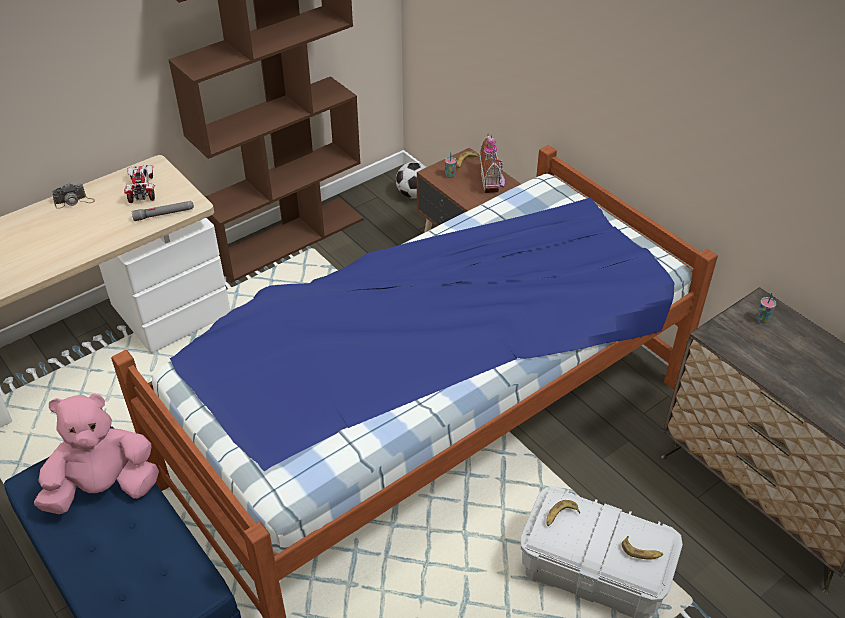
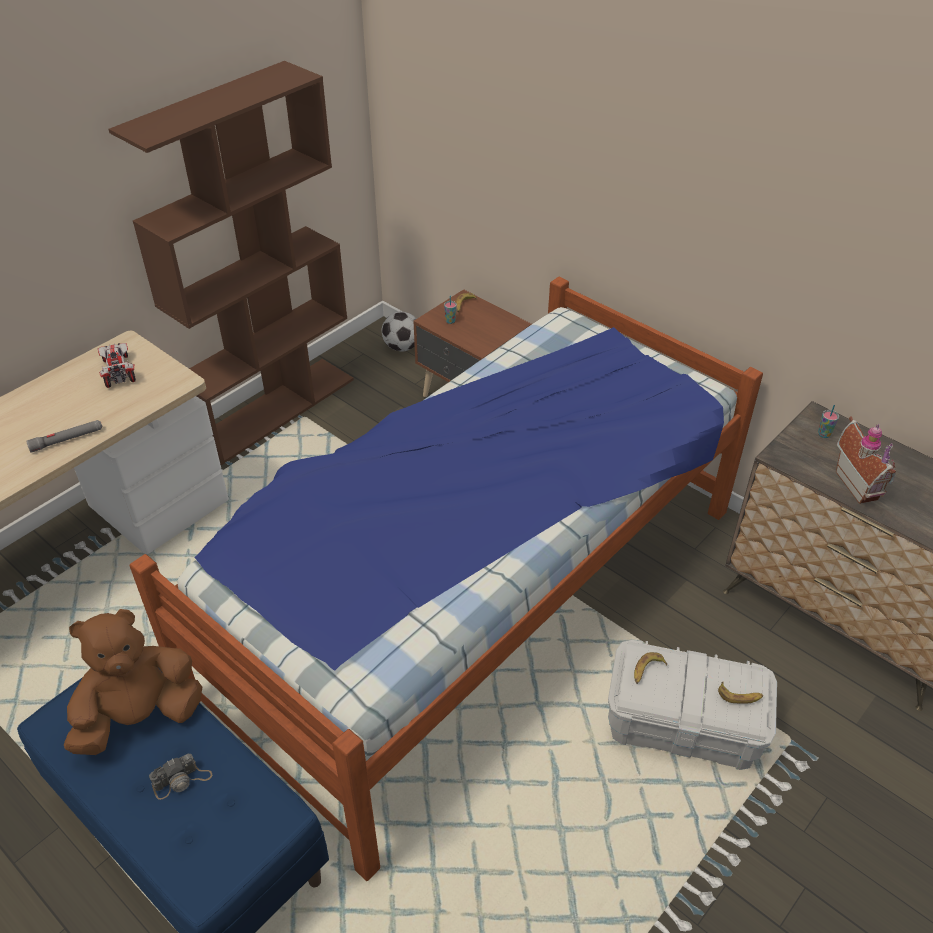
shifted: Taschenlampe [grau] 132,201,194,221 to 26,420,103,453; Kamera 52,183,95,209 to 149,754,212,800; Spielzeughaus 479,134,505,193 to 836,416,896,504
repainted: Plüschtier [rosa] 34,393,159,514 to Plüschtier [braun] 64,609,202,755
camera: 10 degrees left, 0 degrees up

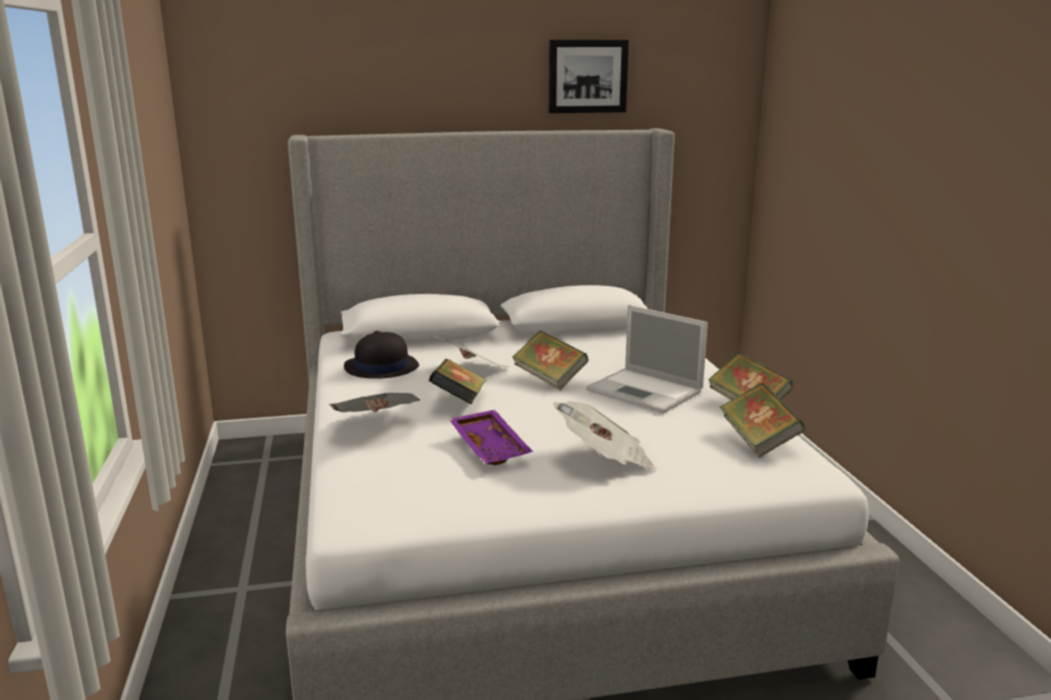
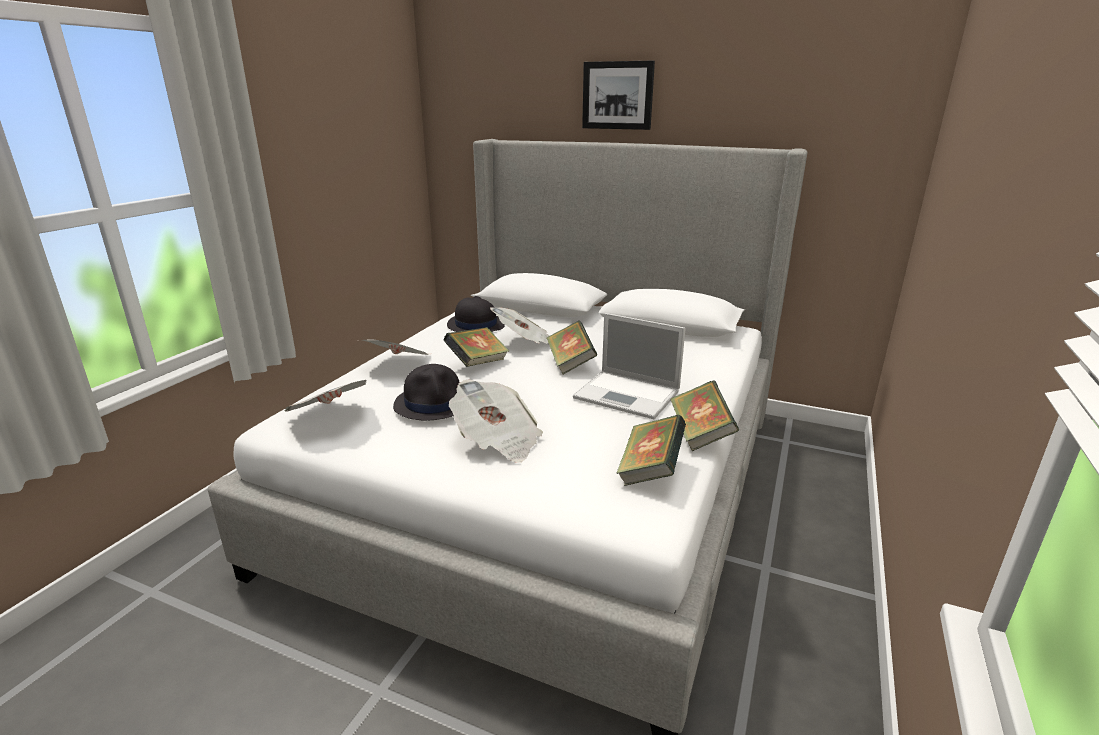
new: Zeitung 284,380,366,412
shifted: Bild 549,40,629,113 to 582,61,655,130
swapped: Tablett [lila] 449,410,533,465 to Hut [schwarz] 393,364,460,420
rotated: Laptop 586,305,708,413 = 573,313,686,419 45 degrees counterclockwise
camera: 35 degrees right, 5 degrees up

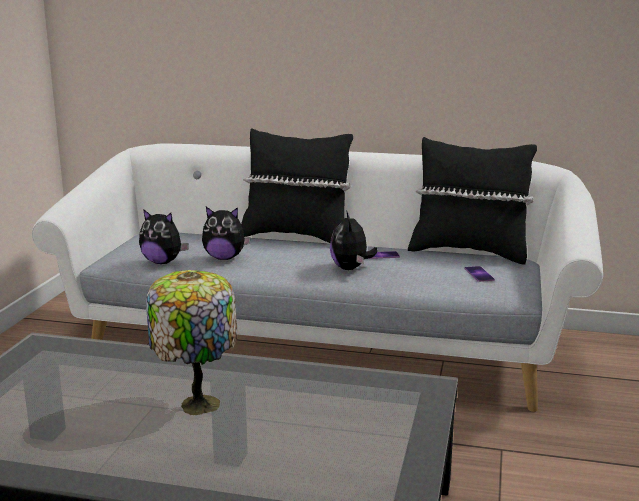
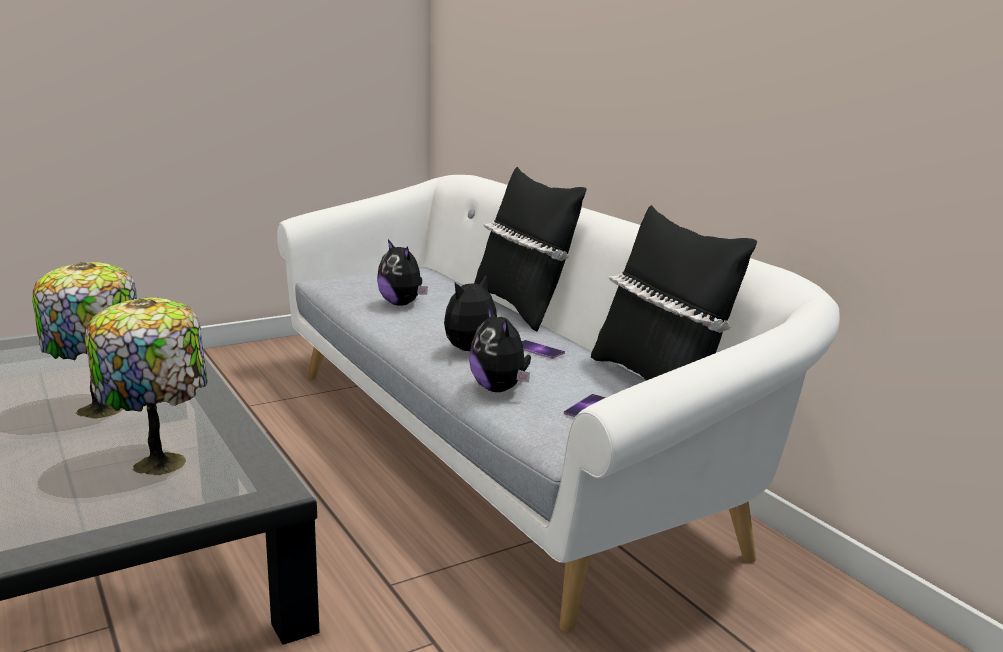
new: Tischlampe 85,297,207,476
shifted: Plüschtier 139,209,189,264 to 469,305,531,392
camera: 45 degrees right, 0 degrees up

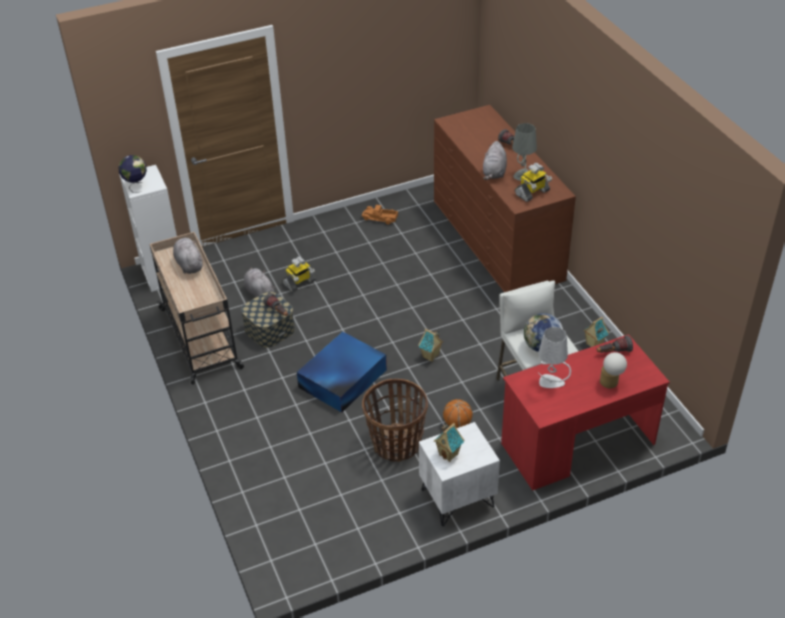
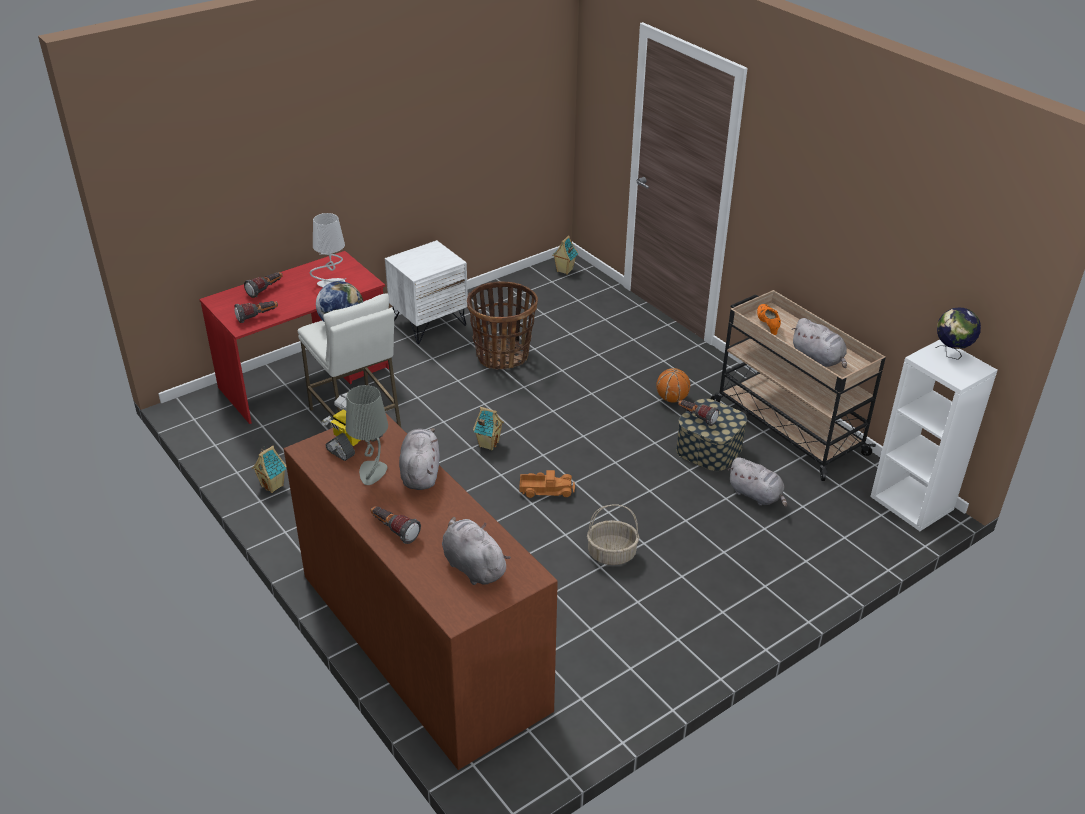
gone: Spielzeugroboter 282,256,316,292; Aufbewahrungsbox [blau] 297,332,387,412
new: Plüschtier [grau] 442,517,511,585; Korb 587,504,639,565; Schuh [orange] 757,304,781,335
shifted: Spielzeuglaster 362,205,398,225 to 519,470,575,498; Spielzeughaus 434,423,464,462 to 552,236,578,275; Basketball 443,399,473,428 to 656,368,690,402
swapped: Tischlampe 600,352,627,388 to Taschenlampe 244,272,283,298
camera: 165 degrees right, 5 degrees down

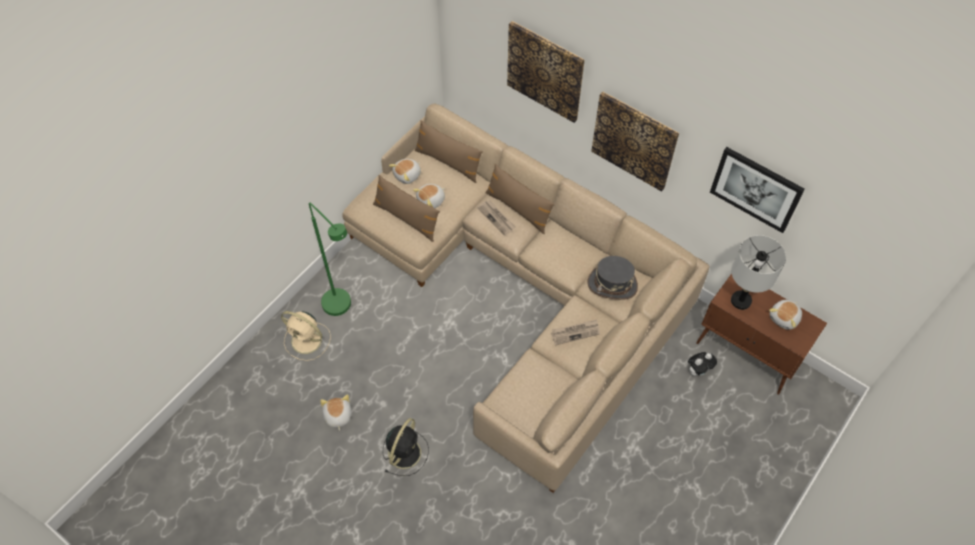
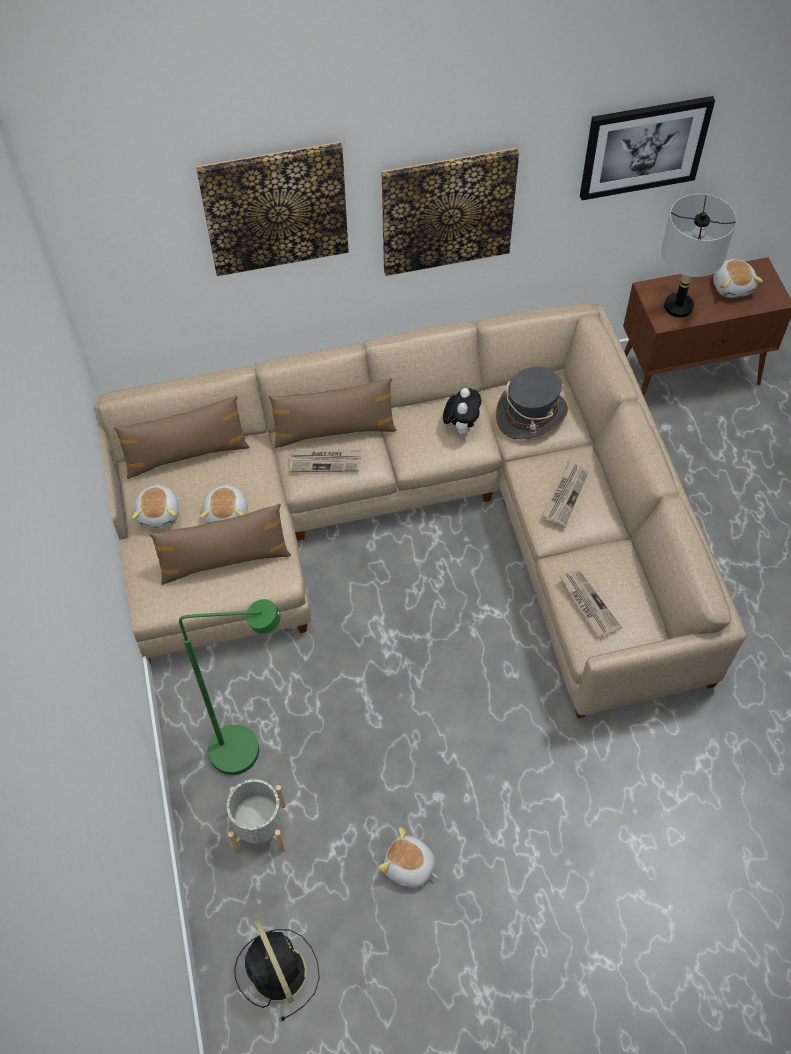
new: Zeitung 559,570,622,638
shifted: Ventilator [schwarz] 383,418,429,476 to 234,919,320,1022; Plüschtier 688,352,717,376 to 443,388,481,435
swapped: Ventilator [beige] 281,311,331,361 to Pflanzkübel [grau] 227,779,286,854
camera: 50 degrees left, 0 degrees up

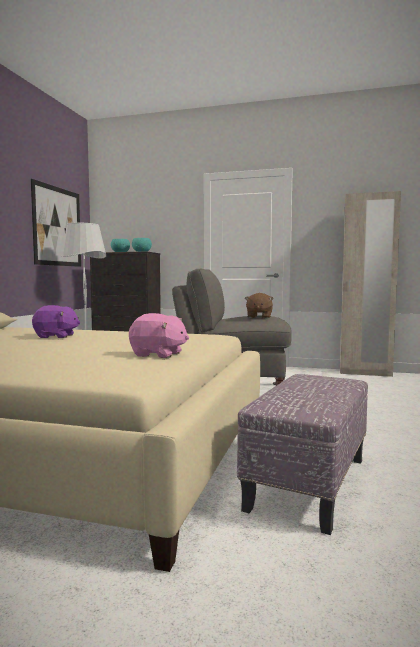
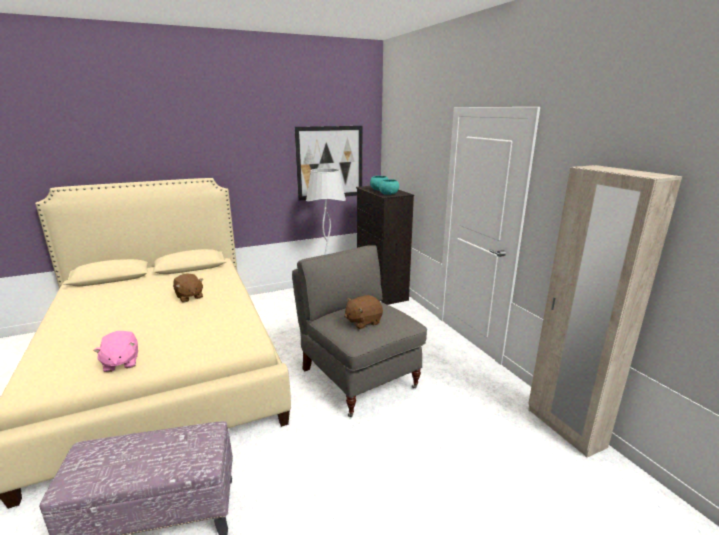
repainted: Plüschtier [lila] 32,305,81,338 to Plüschtier [braun] 173,274,204,302
camera: 50 degrees right, 15 degrees up

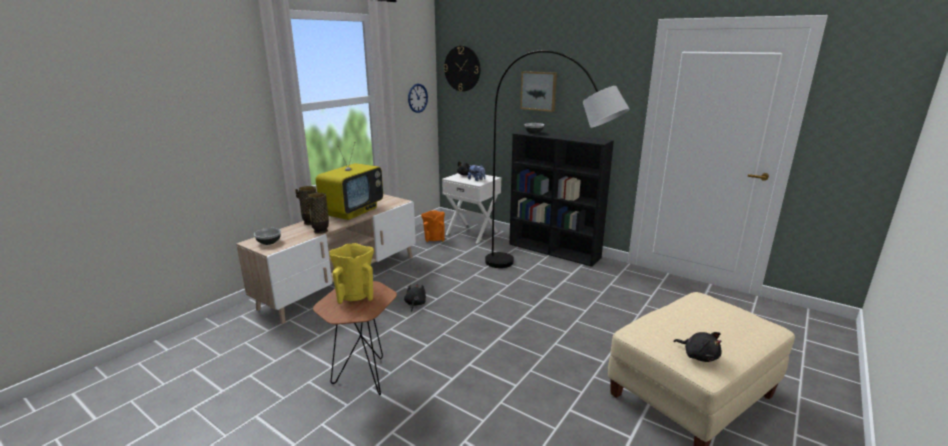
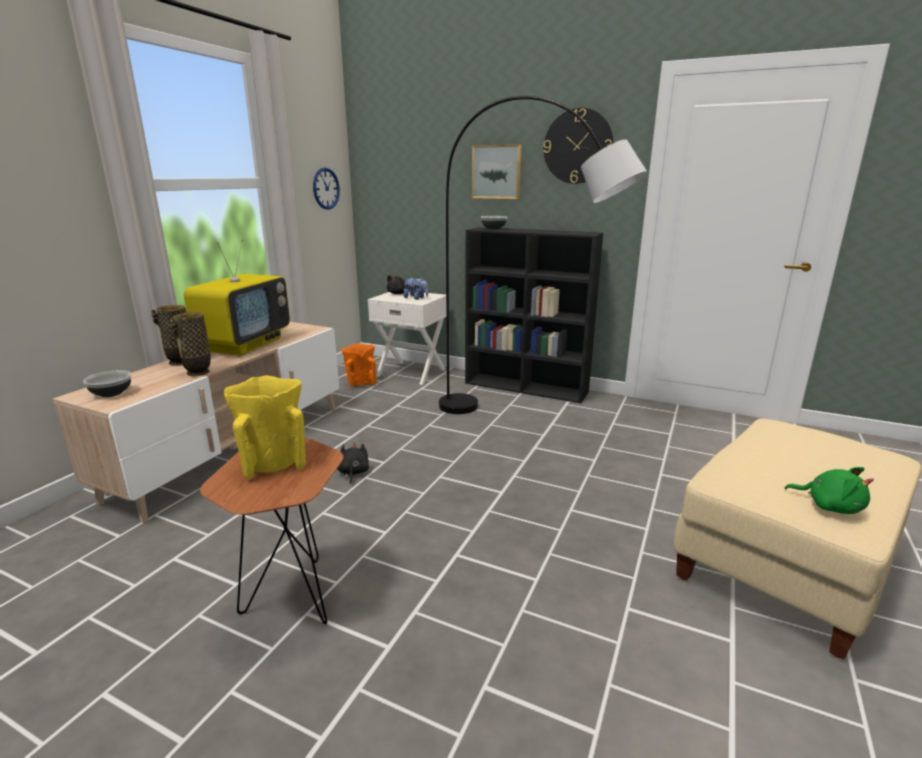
shifted: Wanduhr 444,46,480,92 to 543,108,614,184
repainted: Plüschtier [schwarz] 673,332,722,362 to Plüschtier [grün] 784,467,874,514
camera: 10 degrees left, 0 degrees up

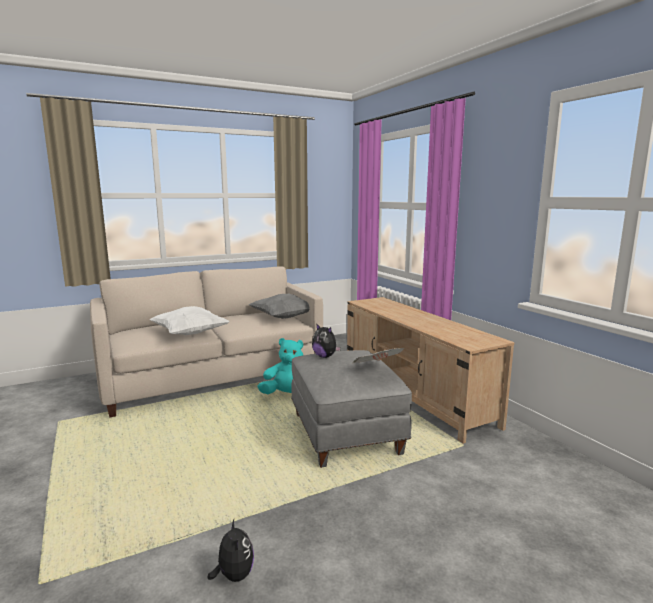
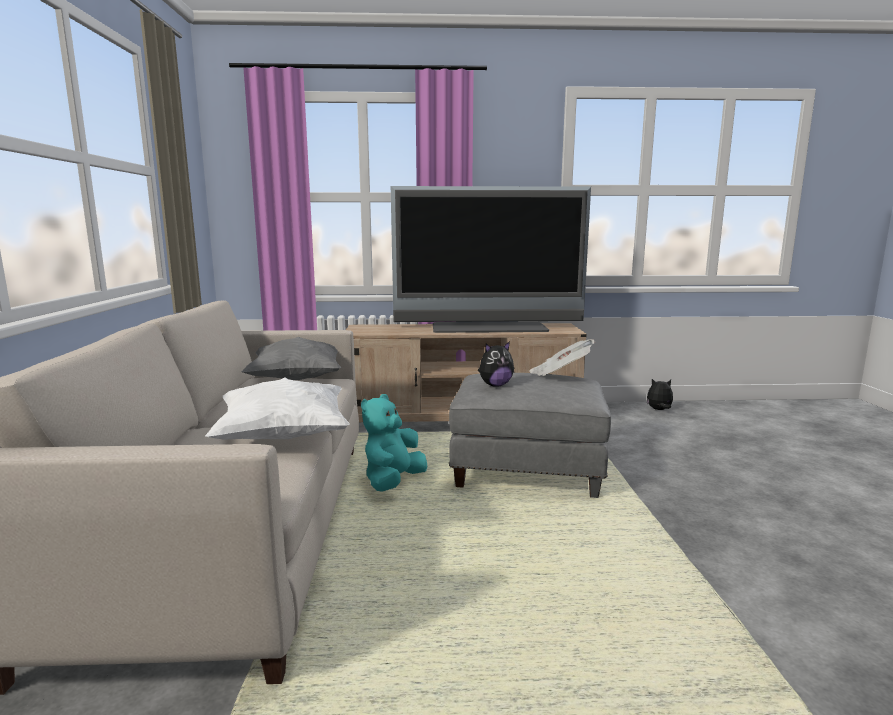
new: Fernseher 391,186,591,333
shifted: Plüschtier 208,519,254,582 to 647,379,673,410
camera: 65 degrees left, 0 degrees up

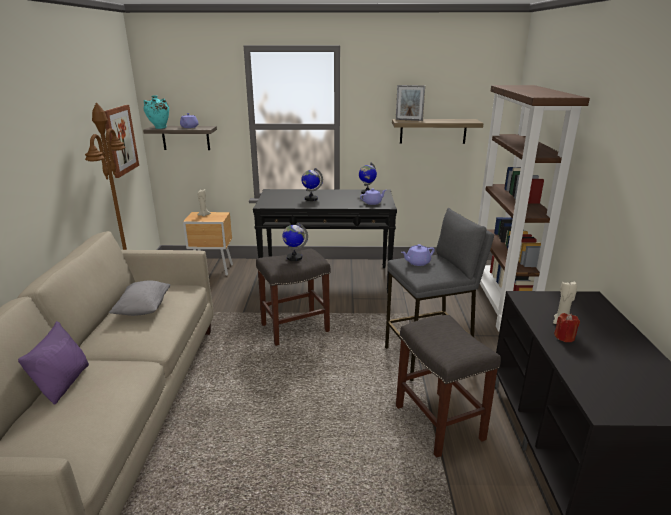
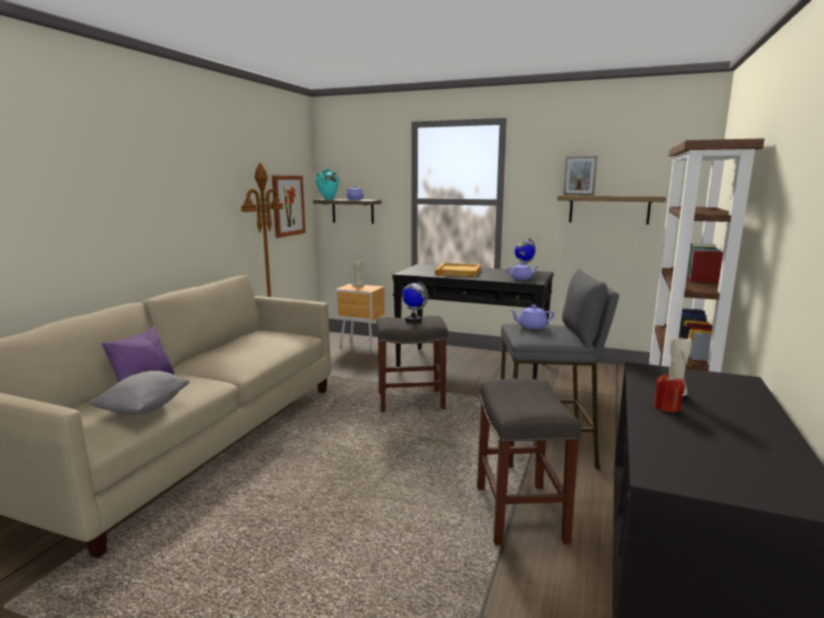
shifted: Kissen [grau] 109,280,170,316 to 88,371,190,415
swapped: Globus 301,168,323,201 to Tablett [beige] 435,263,481,277
camera: 20 degrees right, 10 degrees down

